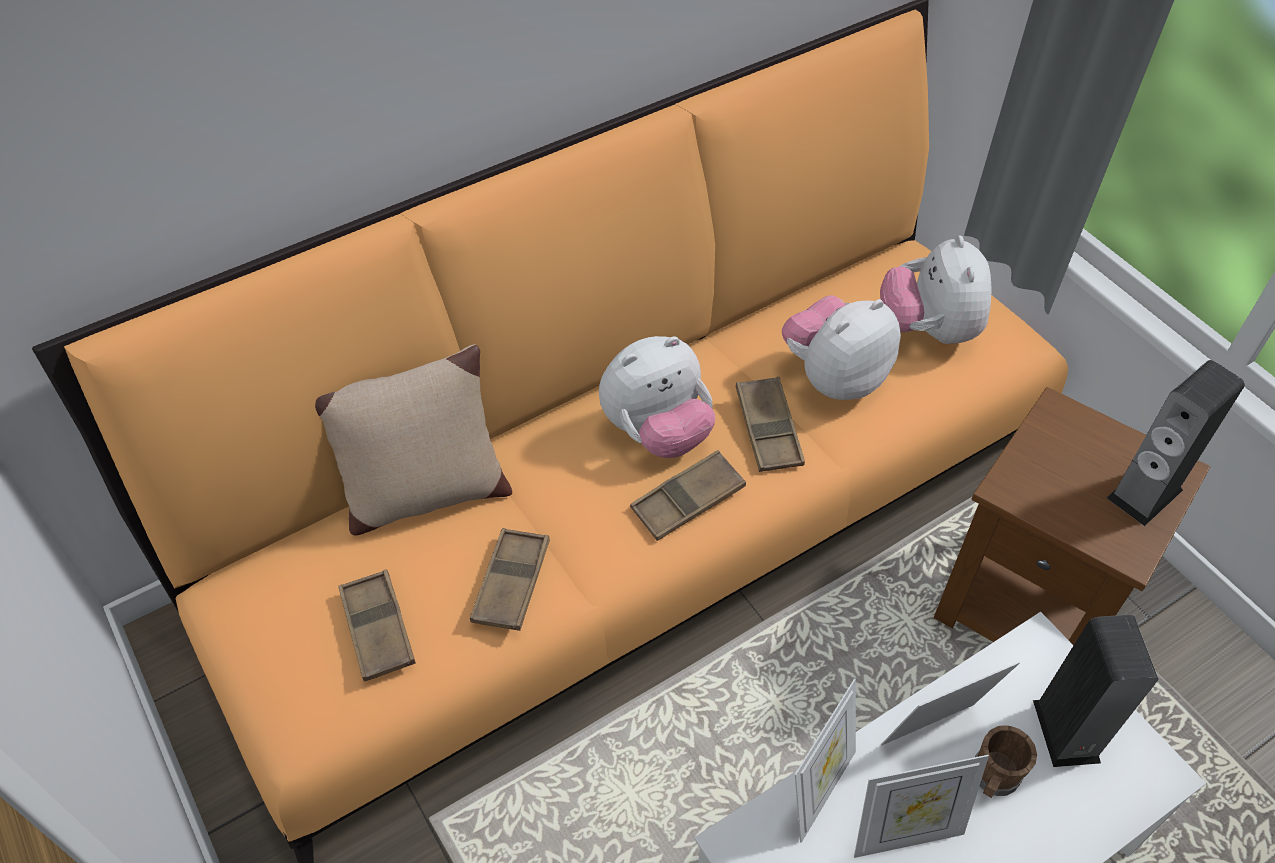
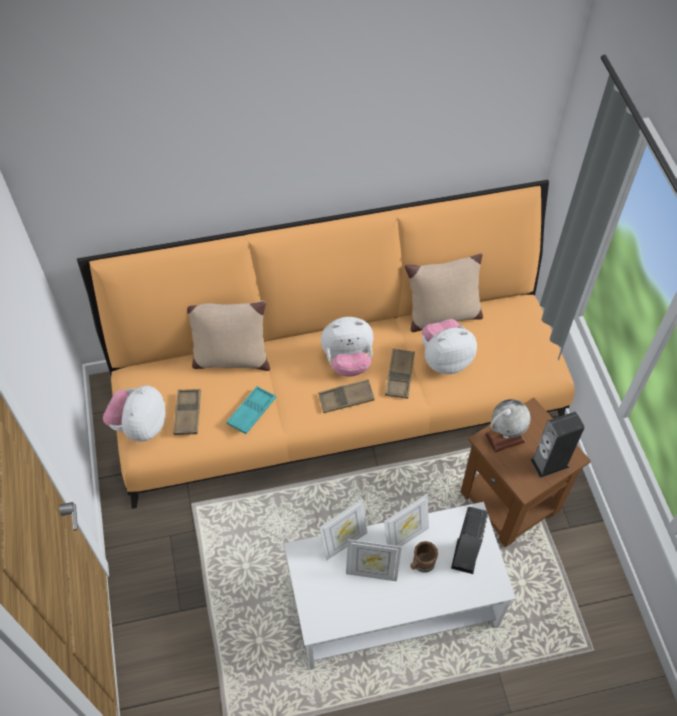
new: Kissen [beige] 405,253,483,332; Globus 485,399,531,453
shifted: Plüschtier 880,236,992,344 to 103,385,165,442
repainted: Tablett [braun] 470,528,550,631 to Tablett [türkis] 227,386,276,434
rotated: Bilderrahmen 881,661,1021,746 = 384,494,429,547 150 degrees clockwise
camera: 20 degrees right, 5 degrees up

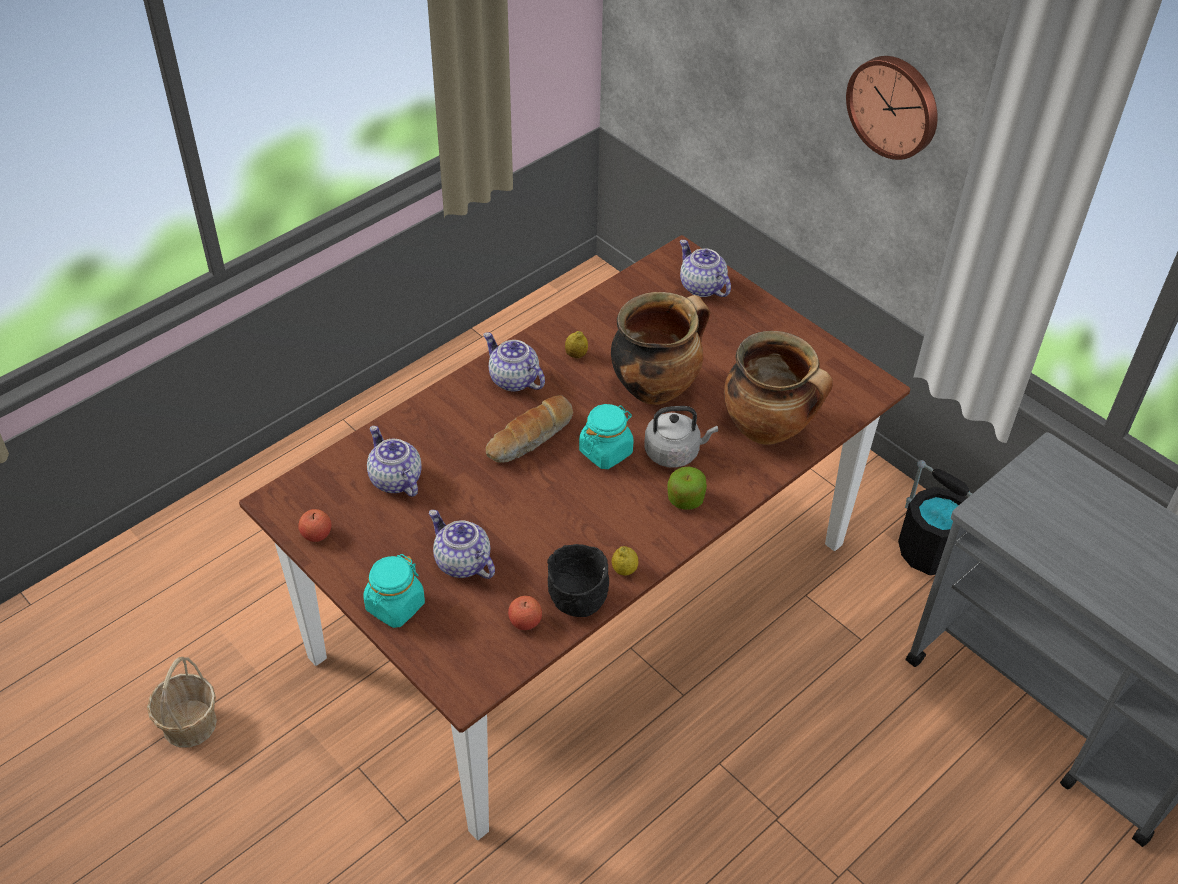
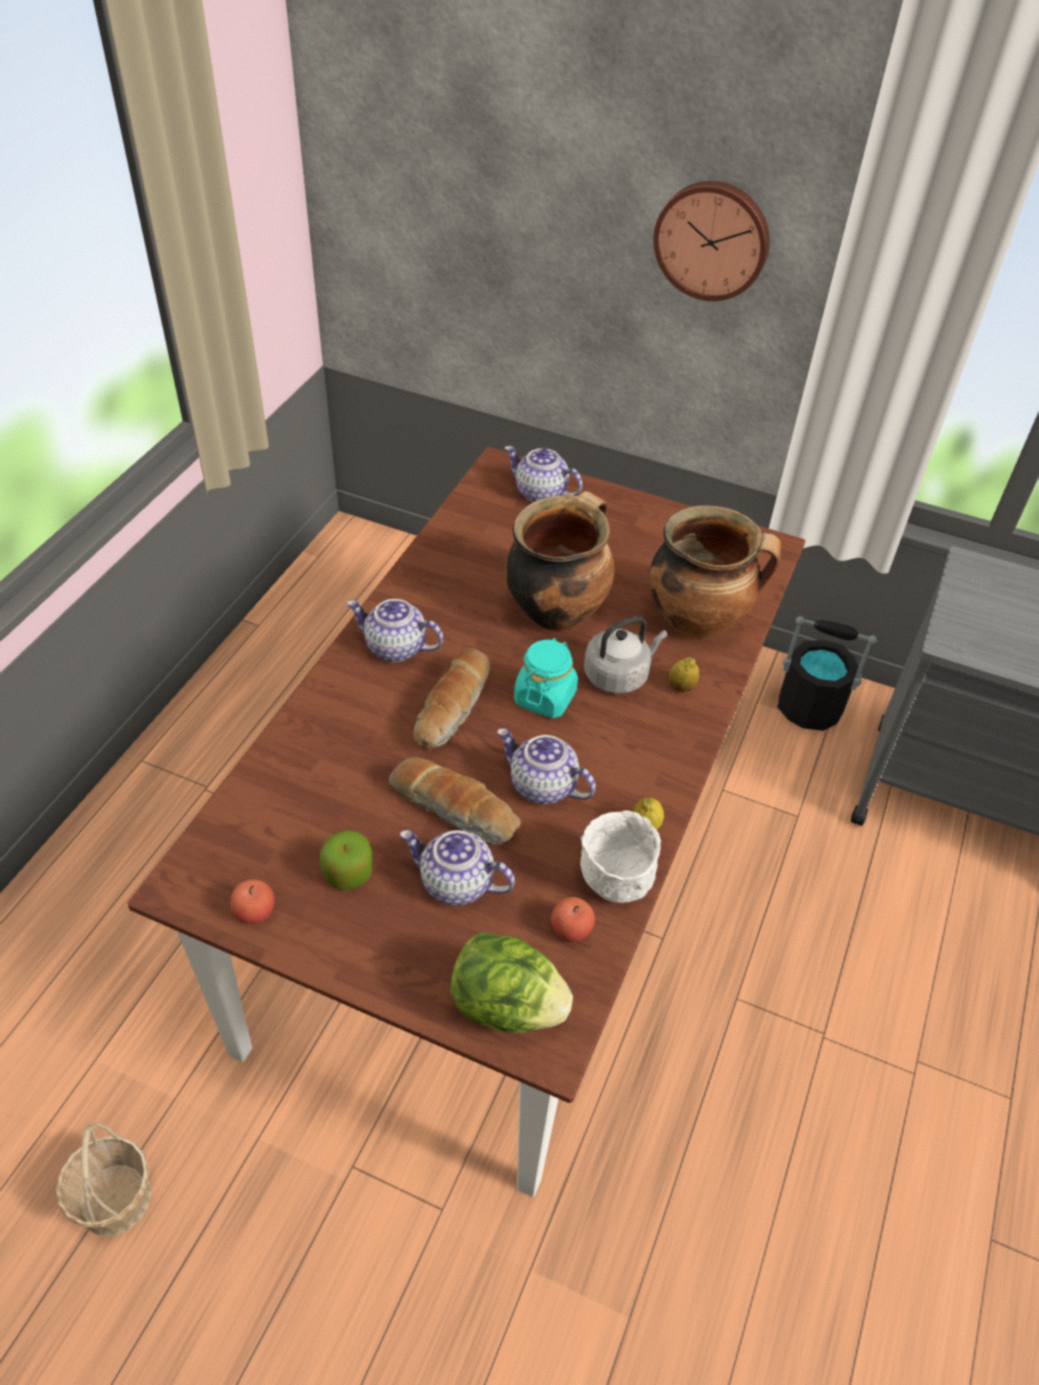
gone: Vorratsglas [türkis] 363,554,425,628
new: Brot 389,757,521,844; Salatkopf 450,932,573,1033
shifted: Apfel 667,467,707,510 to 320,830,372,890; Teekanne 367,426,422,497 to 497,728,596,804; Zitrone 565,331,588,358 to 669,657,700,692
repainted: Schüssel [schwarz] 547,544,609,617 to Schüssel [weiß] 580,810,661,903
camera: 25 degrees left, 0 degrees up

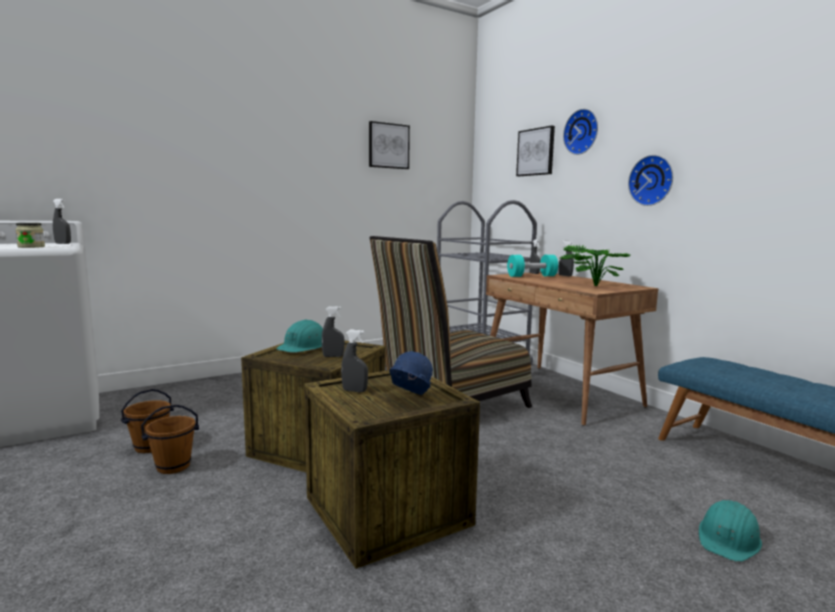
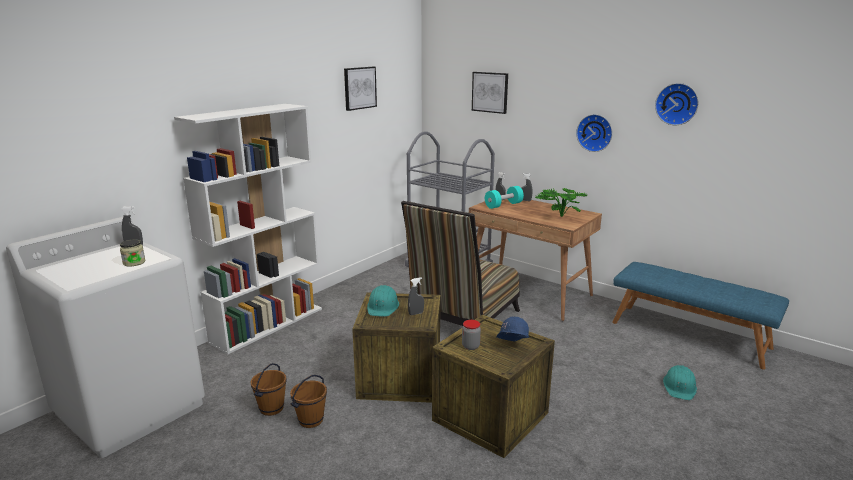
new: Bücherregal [weiß] 174,104,322,354
shifted: Wanduhr 563,109,598,155 to 655,83,699,125
swapped: Sprühflasche [grau] 341,329,368,392 to Vorratsglas 462,320,481,350
camera: 20 degrees left, 10 degrees up

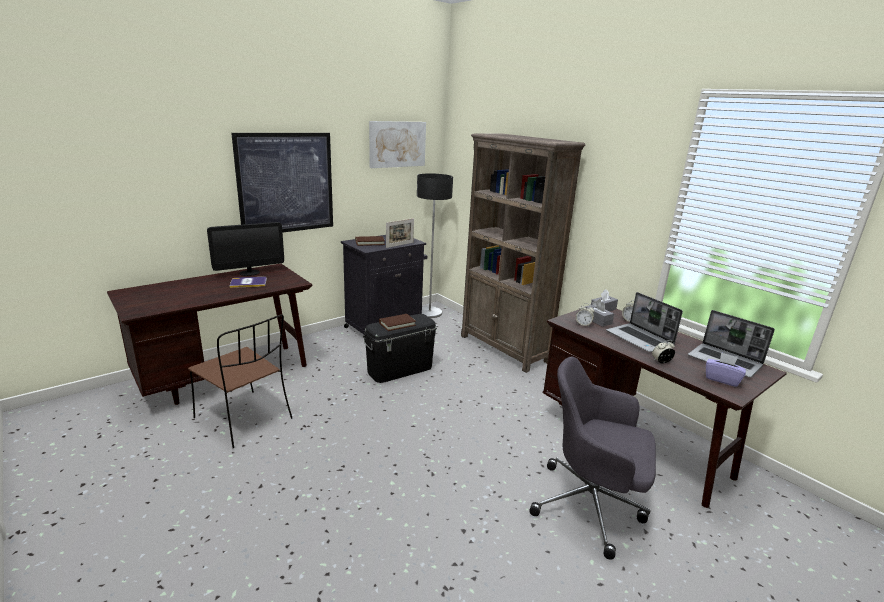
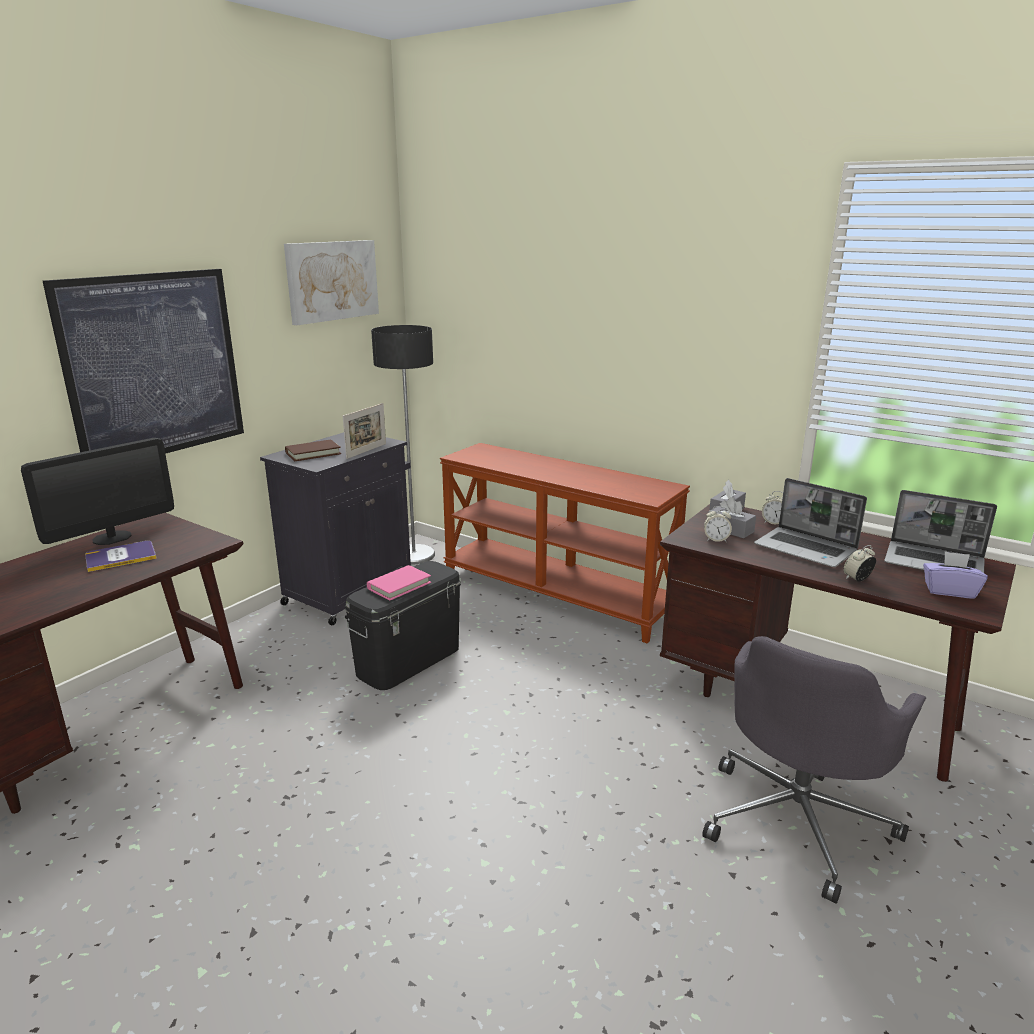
gone: Stuhl [braun] 188,314,292,448
swapped: Bücherregal [braun] 461,133,585,373 to Konsolentisch [braun] 440,443,690,643
repainted: Buch [braun] 379,314,416,331 to Buch [rosa] 367,565,431,601
rotated: Bürostuhl [grau] 529,356,656,560 = 702,636,926,904 60 degrees counterclockwise
camera: 15 degrees left, 0 degrees up

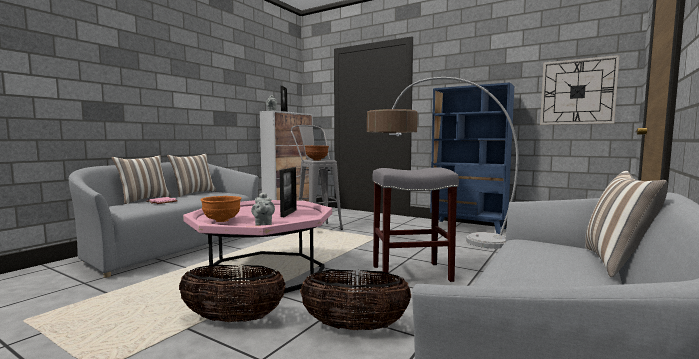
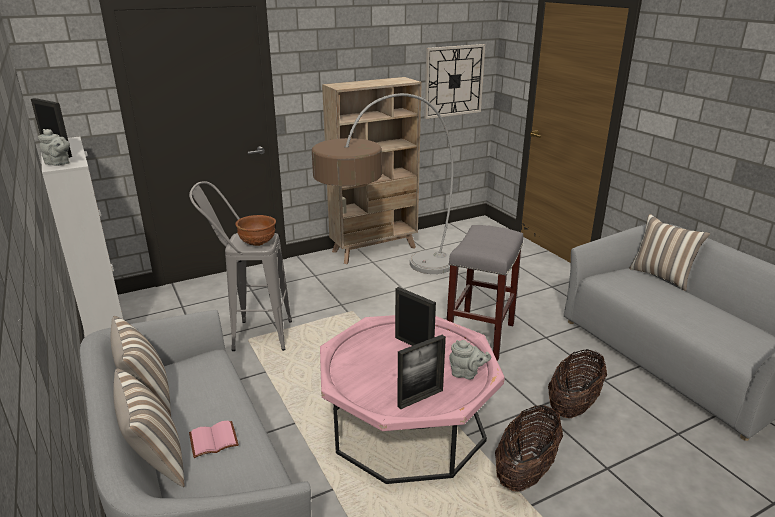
swapped: Schüssel [orange] 201,196,242,222 to Bilderrahmen 397,334,446,410
repainted: Bücherregal [blau] 430,82,514,234 to Bücherregal [beige] 322,77,422,264
camera: 60 degrees left, 20 degrees up

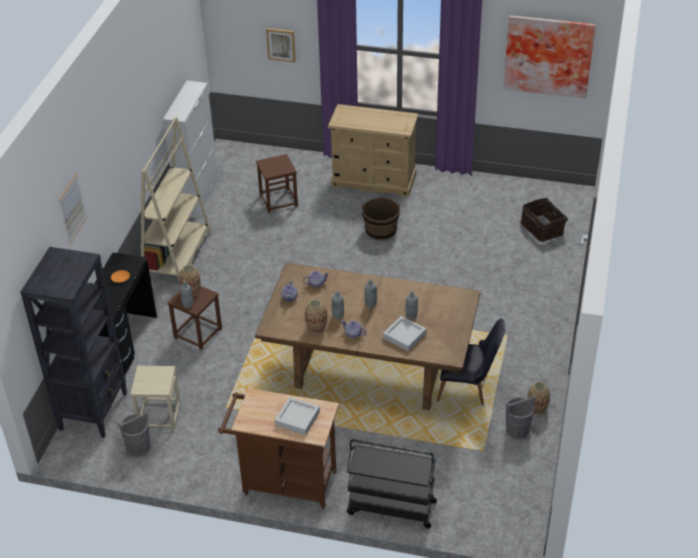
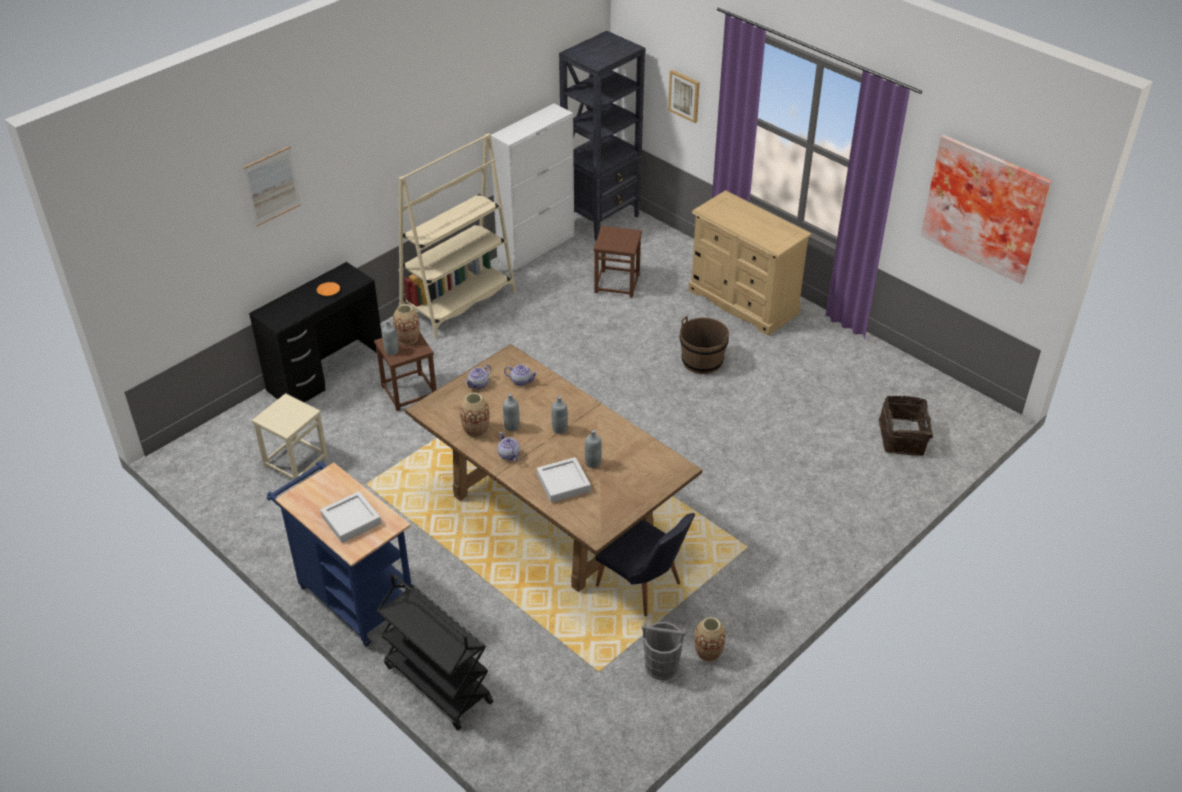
gone: Eimer [grau] 118,410,151,457
shifted: Bücherregal [schwarz] 20,247,127,438 to 559,31,646,240
repainted: Rollwagen [braun] 218,388,339,509 to Rollwagen [blau] 267,461,411,647
camera: 30 degrees right, 0 degrees up

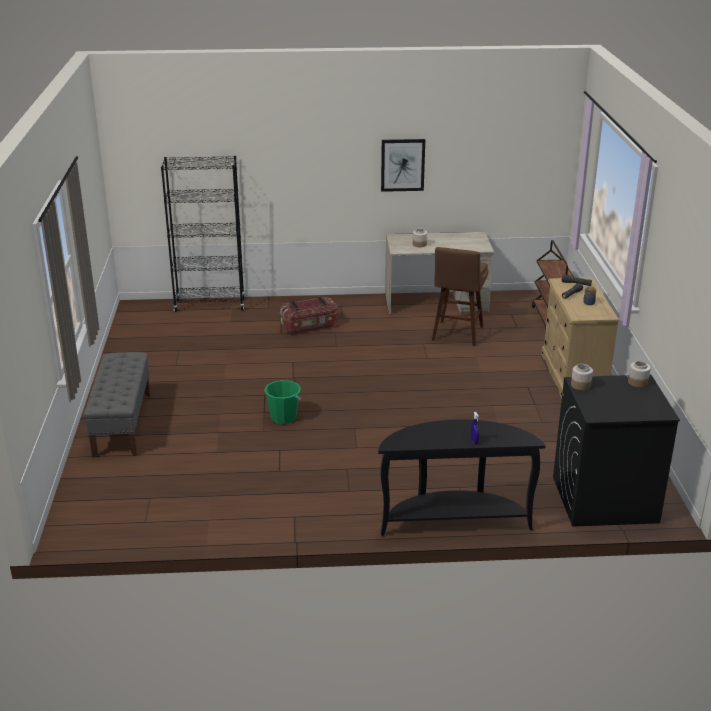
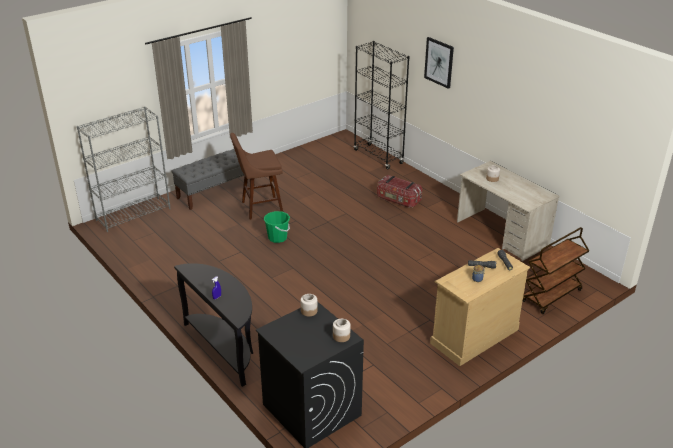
new: Bücherregal [grau] 77,106,170,232
shifted: Hocker [braun] 432,247,488,346 to 230,133,283,220; Bild 381,139,425,192 to 424,37,454,89
camera: 55 degrees right, 5 degrees up

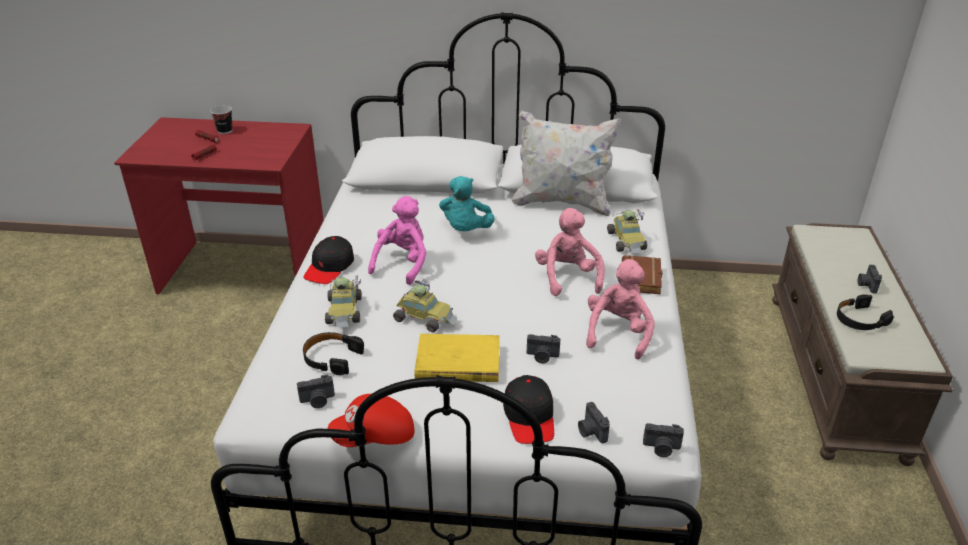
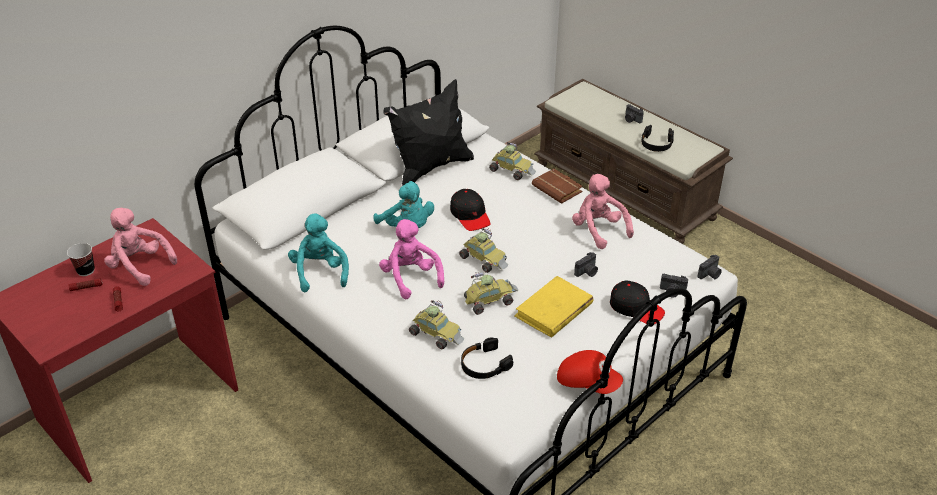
gone: Kamera 297,375,335,408
new: Plüschtier [türkis] 288,213,349,292; Spielzeugauto 459,228,508,273
shifted: Plüschtier [rosa] 535,208,605,296 to 104,207,177,286; Kappe [schwarz] 304,236,354,284 to 450,189,491,231
repainted: Kissen [weiß] 512,111,621,216 to Kissen [schwarz] 383,79,474,186
rotated: Kappe [rot] 328,394,415,447 = 557,350,623,394 75 degrees counterclockwise
camera: 50 degrees left, 5 degrees up

